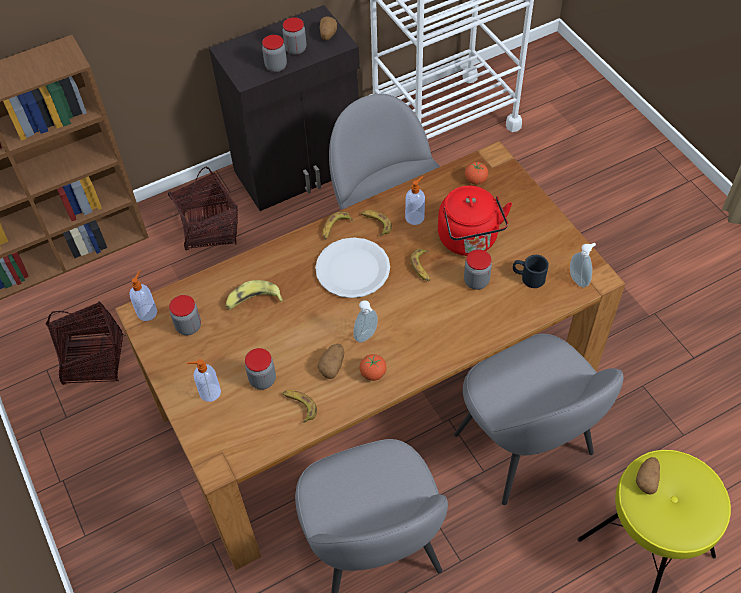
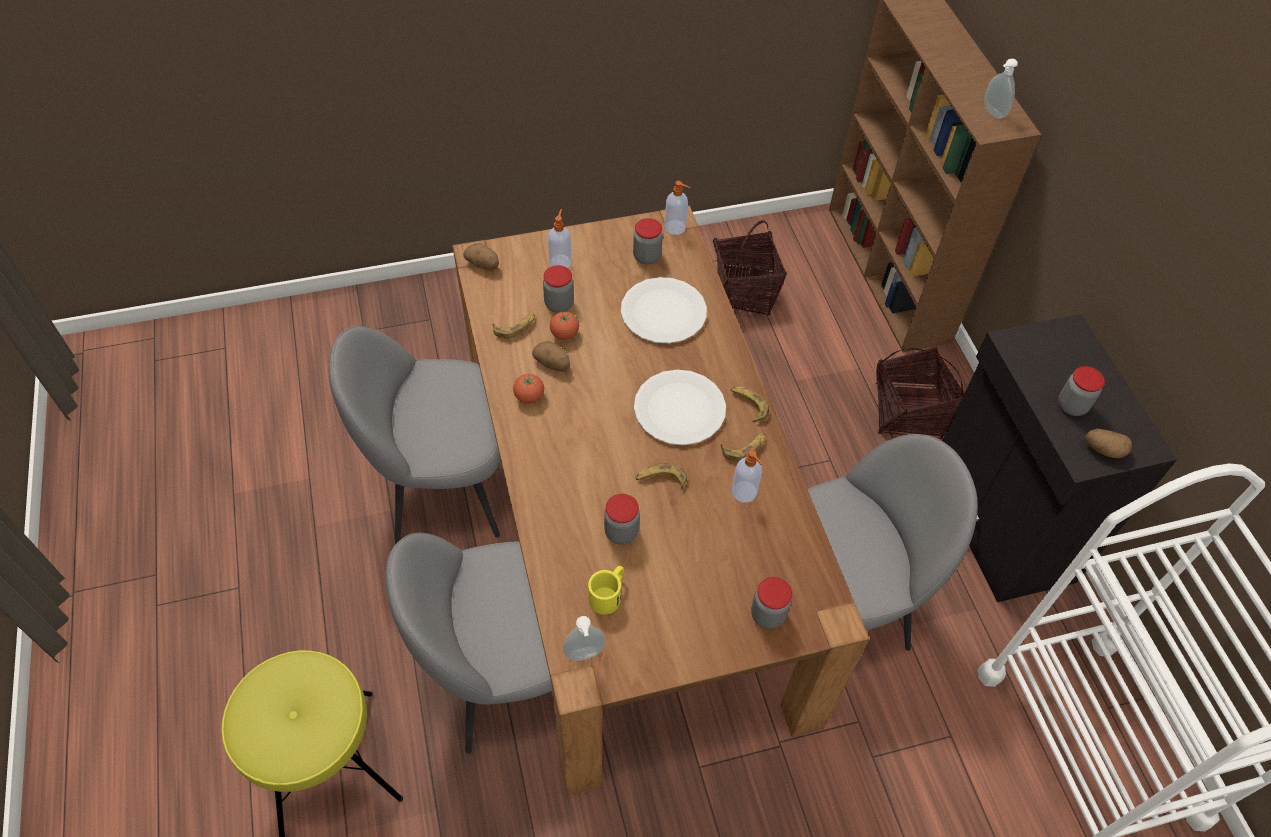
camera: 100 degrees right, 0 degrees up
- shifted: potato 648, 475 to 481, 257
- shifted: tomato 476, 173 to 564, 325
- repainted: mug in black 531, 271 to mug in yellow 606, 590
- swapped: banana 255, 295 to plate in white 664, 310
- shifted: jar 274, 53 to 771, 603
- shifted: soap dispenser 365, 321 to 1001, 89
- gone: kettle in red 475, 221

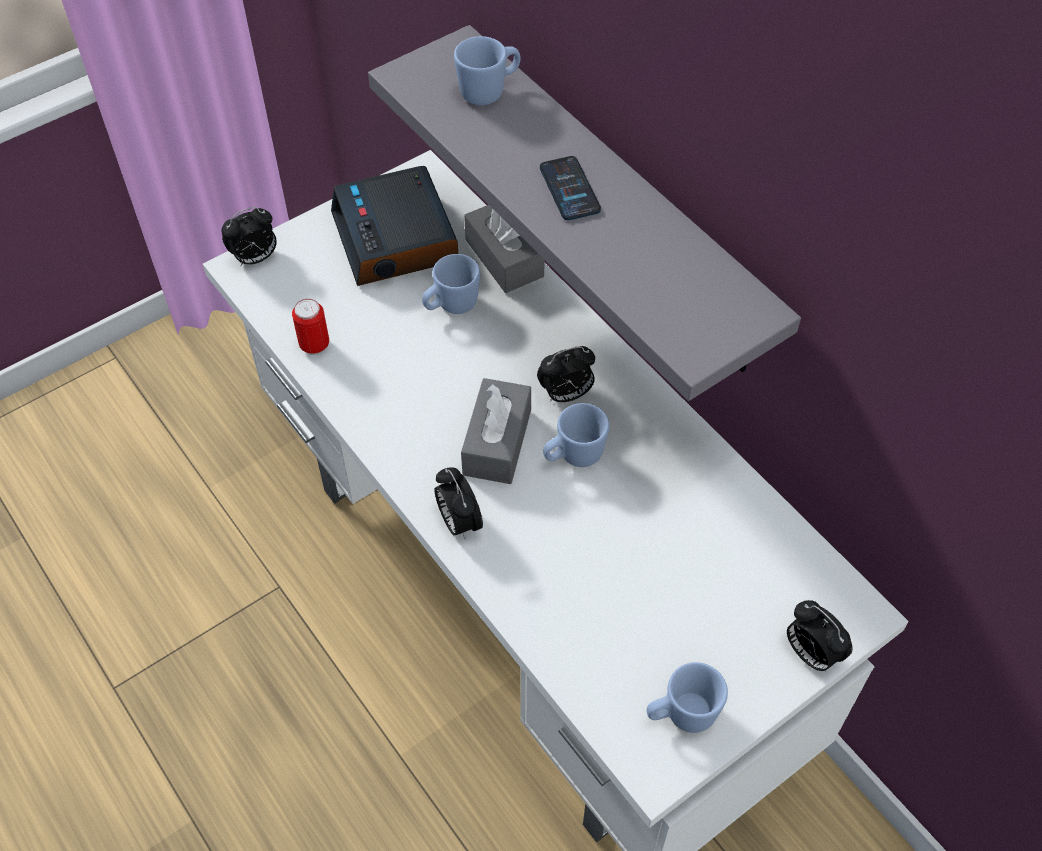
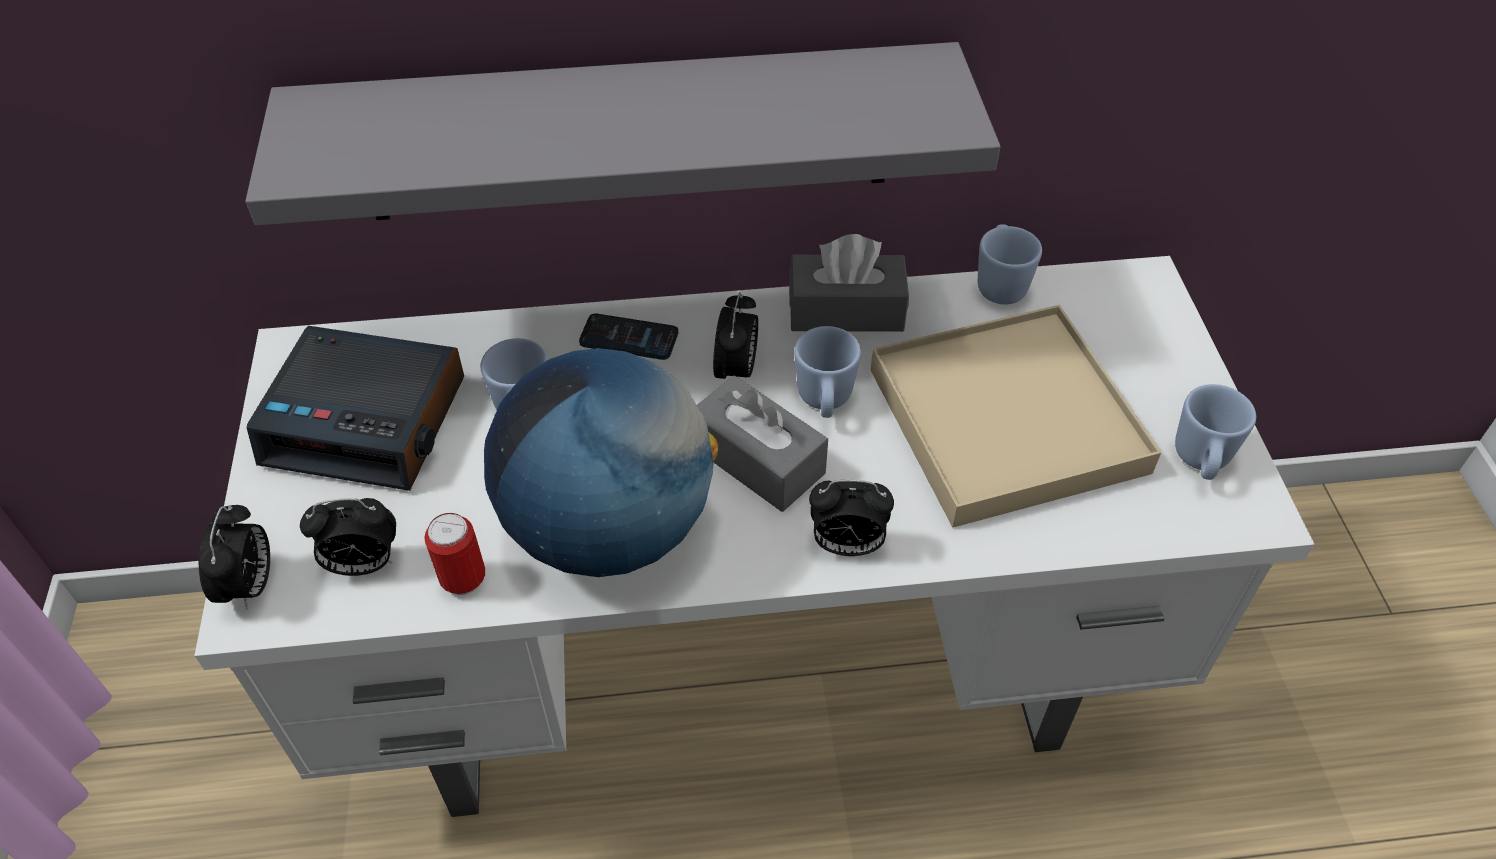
camera: 60 degrees left, 5 degrees down
- shifted: alarm clock 819, 636 to 348, 537
- new: globe 601, 462
- shifted: phone 570, 188 to 628, 337
- shifted: tissue box in grey 504, 249 to 849, 283
- new: tray in beige 1016, 416
- shifted: mug in blue 487, 70 to 1010, 264

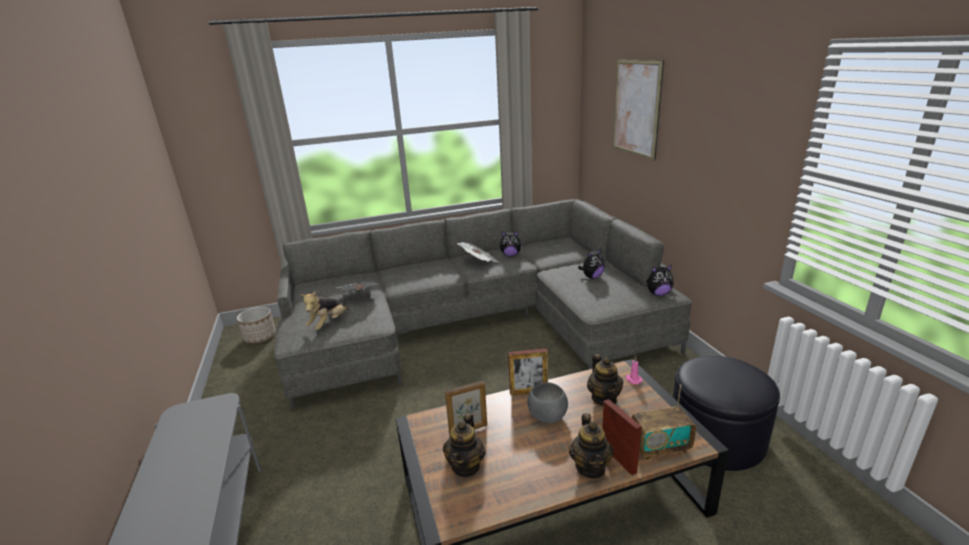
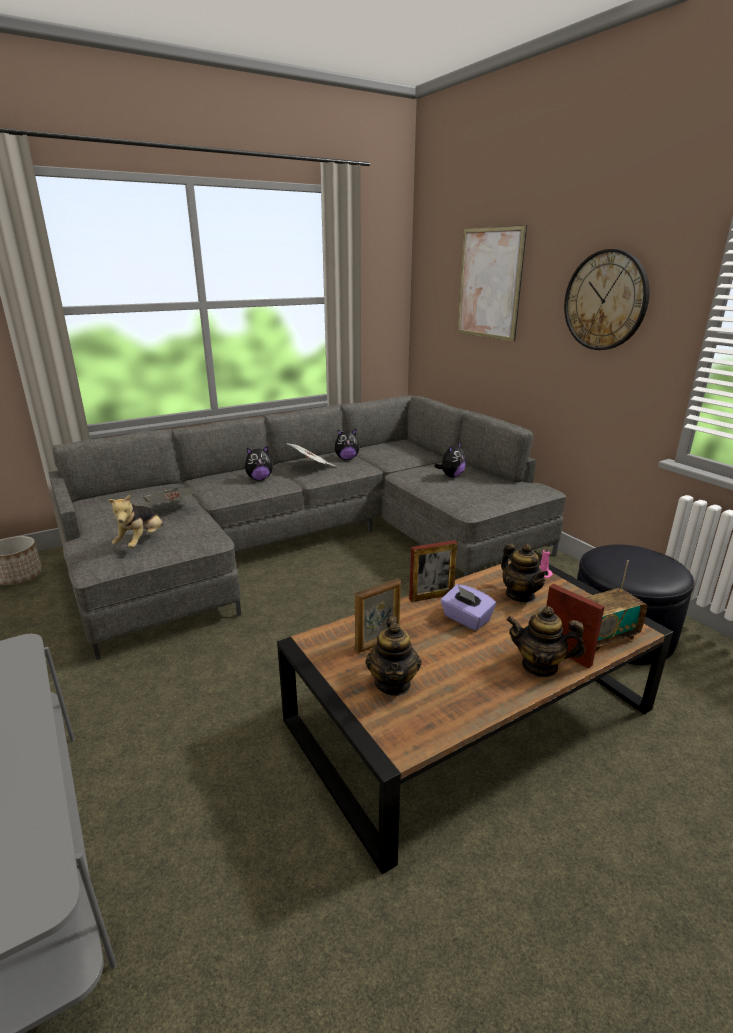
camera: 15 degrees left, 0 degrees up
- shifted: plush toy 659, 280 to 259, 462
- swapped: bowl in grey 548, 402 to tissue box in purple 468, 607
- rotated: teapot 591, 446 = 545, 642 120 degrees clockwise
- new: wall clock 606, 299

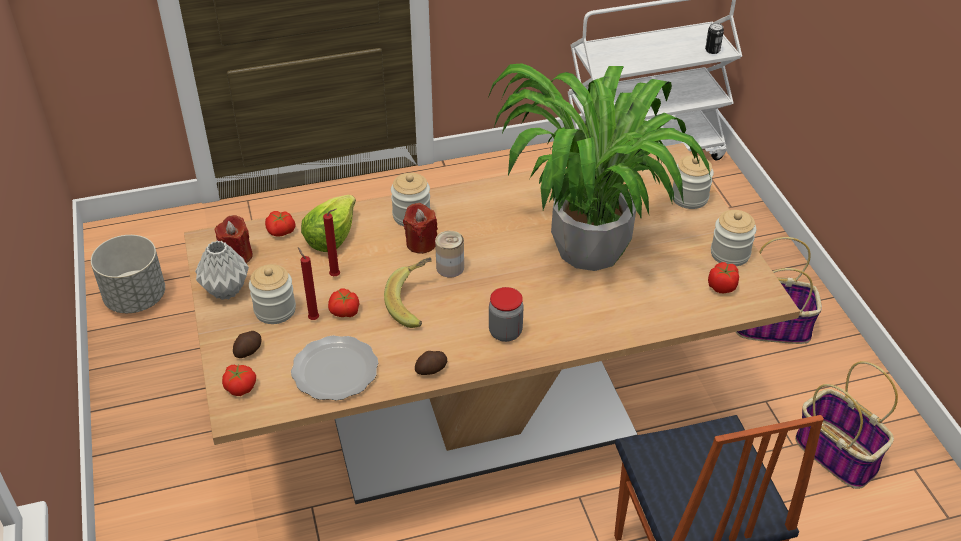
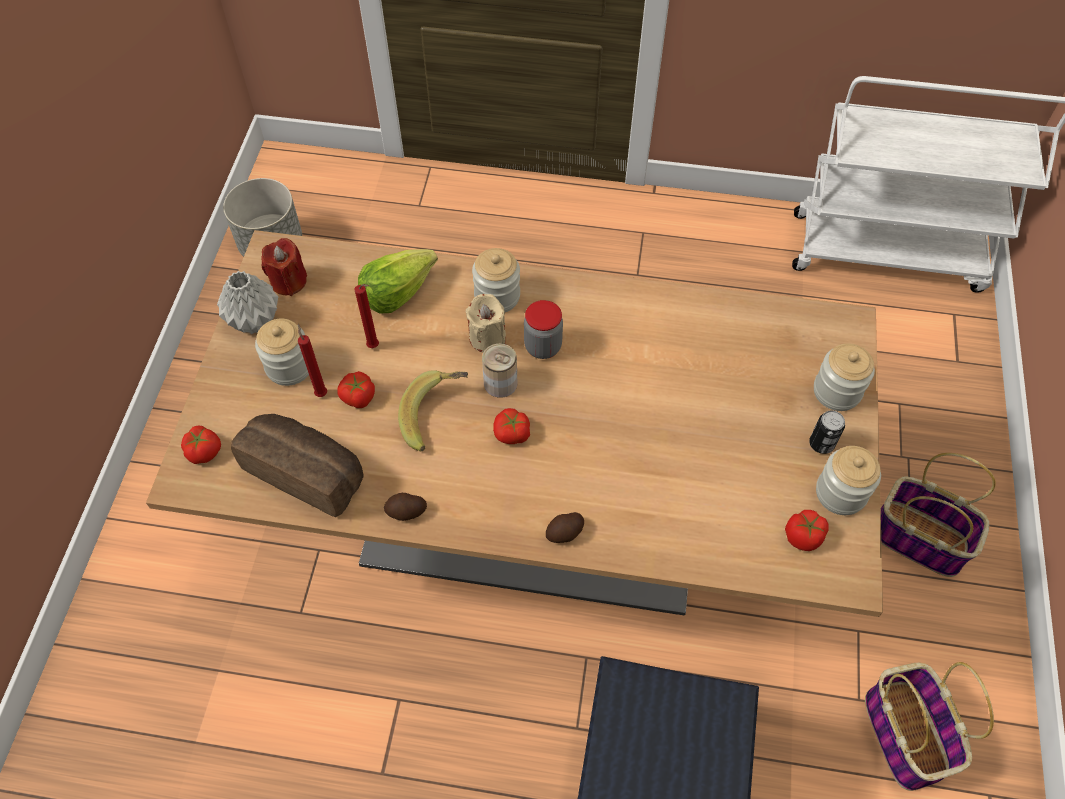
camera: 25 degrees right, 15 degrees up
- swapped: plate 334, 368 to bread 297, 465
- repainted: candle in red 420, 228 to candle in beige 485, 323
- shifted: tomato 280, 224 to 511, 426
- shifted: jar 506, 314 to 543, 329
- shifted: potato 247, 344 to 565, 527
- shifted: can 714, 38 to 827, 432
- gone: potted plant 599, 167

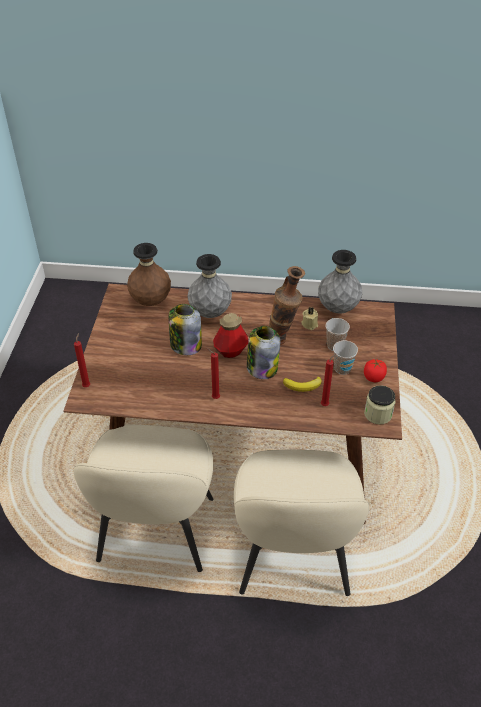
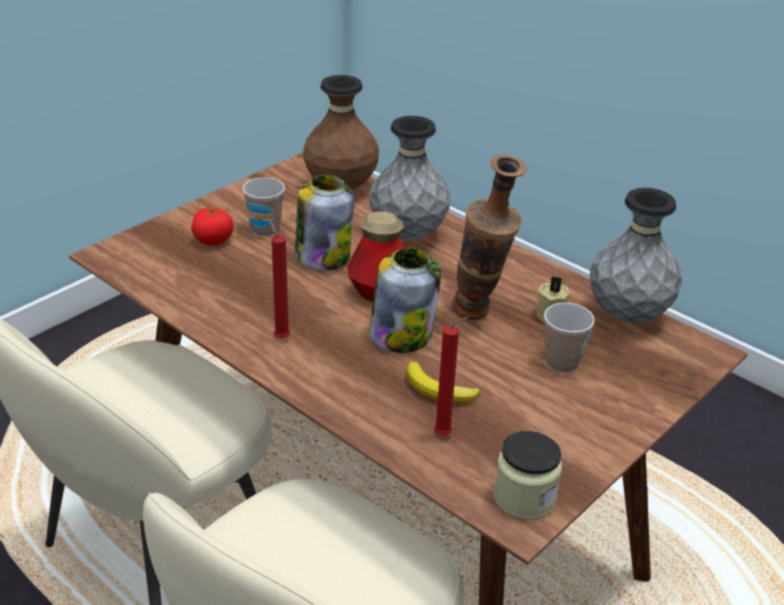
camera: 35 degrees right, 10 degrees down
- shifted: tomato 375, 370 to 212, 226
- shifted: cup 345, 357 to 263, 207
- gone: candle in red 82, 360

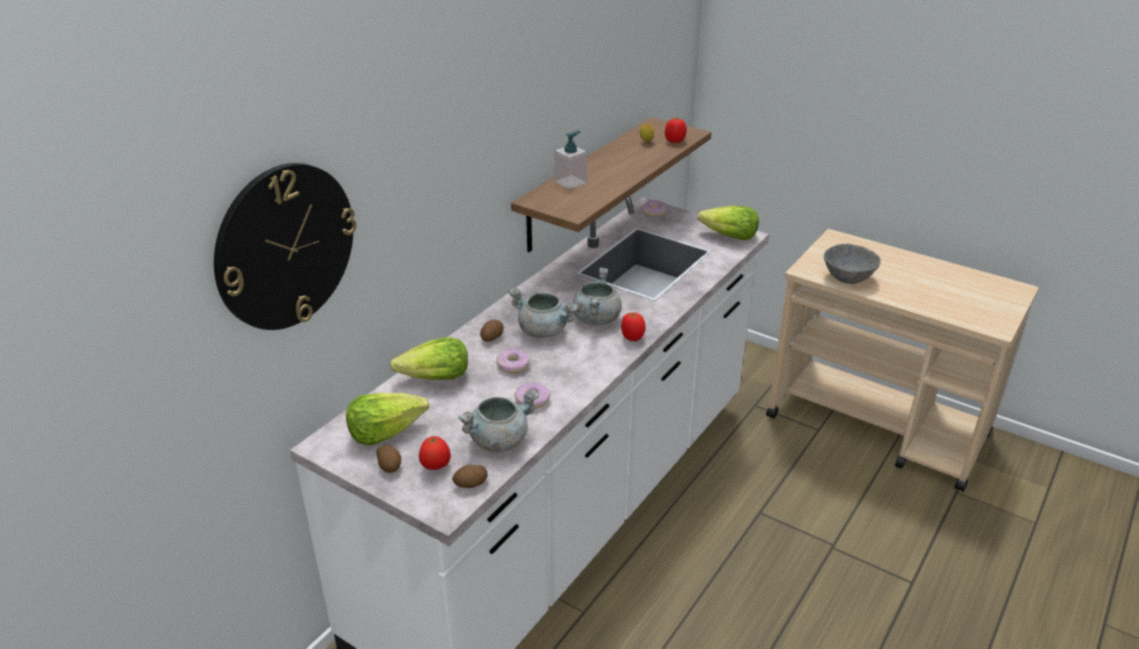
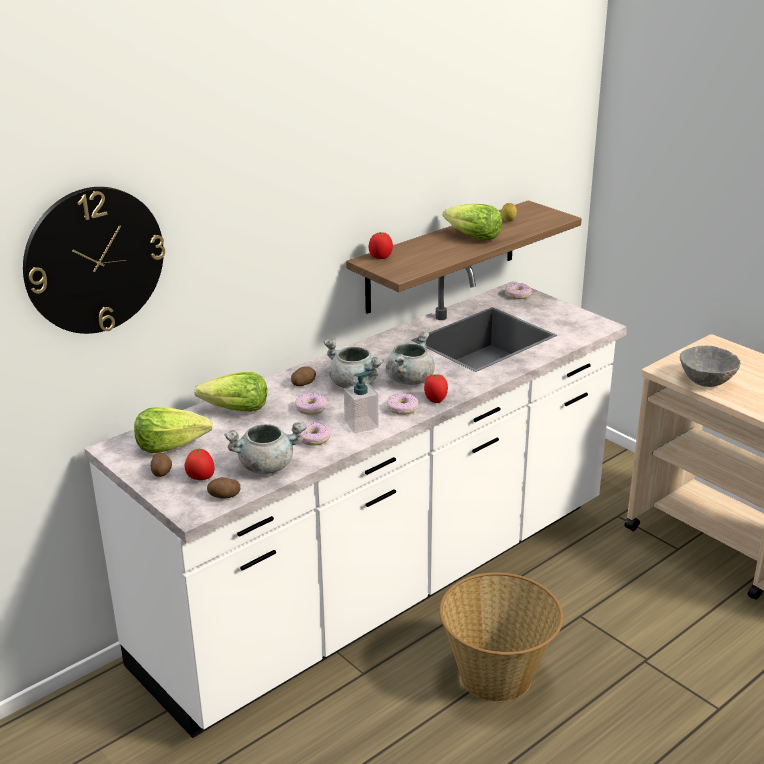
camera: 15 degrees right, 5 degrees down
- shifted: soap dispenser 570, 160 to 361, 402
- shifted: tomato 676, 130 to 381, 245
- new: donut 402, 404
- new: basket 501, 637
- shifted: lettuce 728, 222 to 472, 222

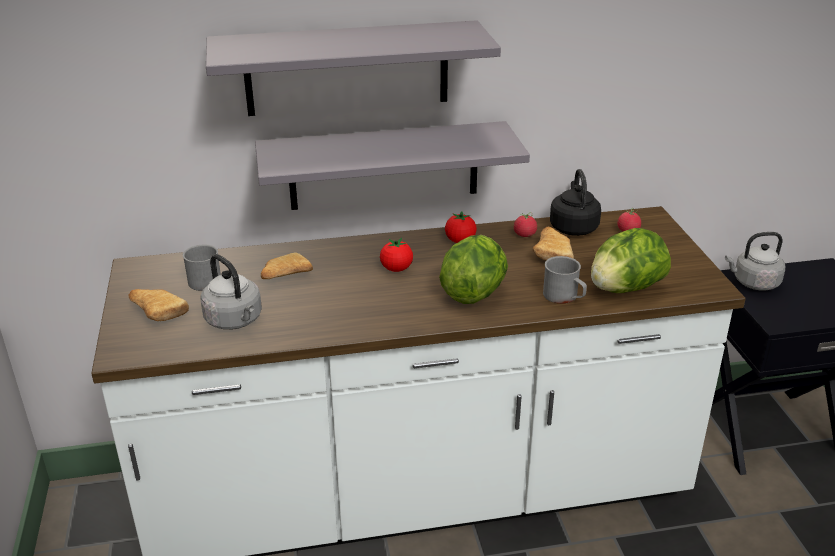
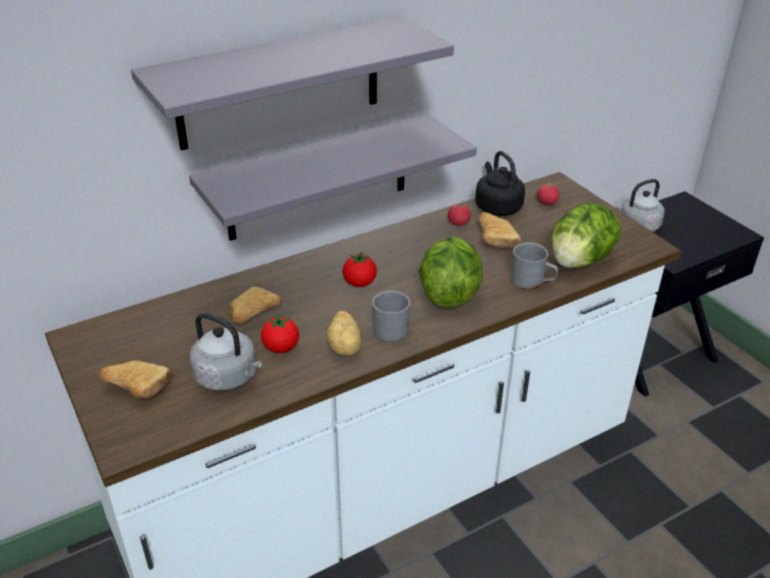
camera: 20 degrees left, 5 degrees up
- shifted: tomato 461, 227 to 280, 333
- new: potato 343, 333
- shifted: mug in grey 202, 268 to 391, 316

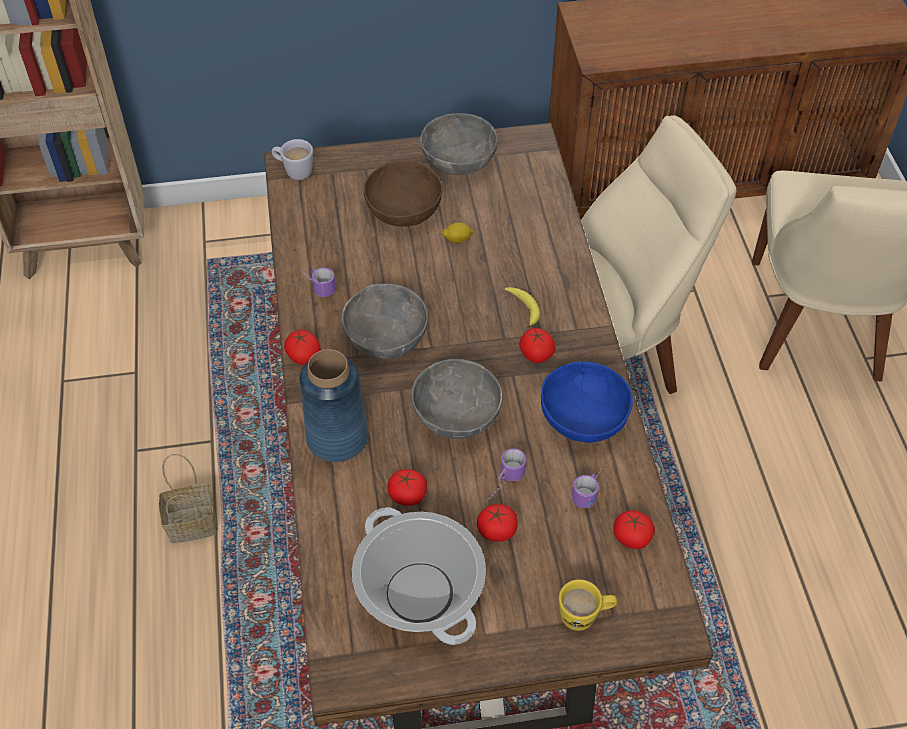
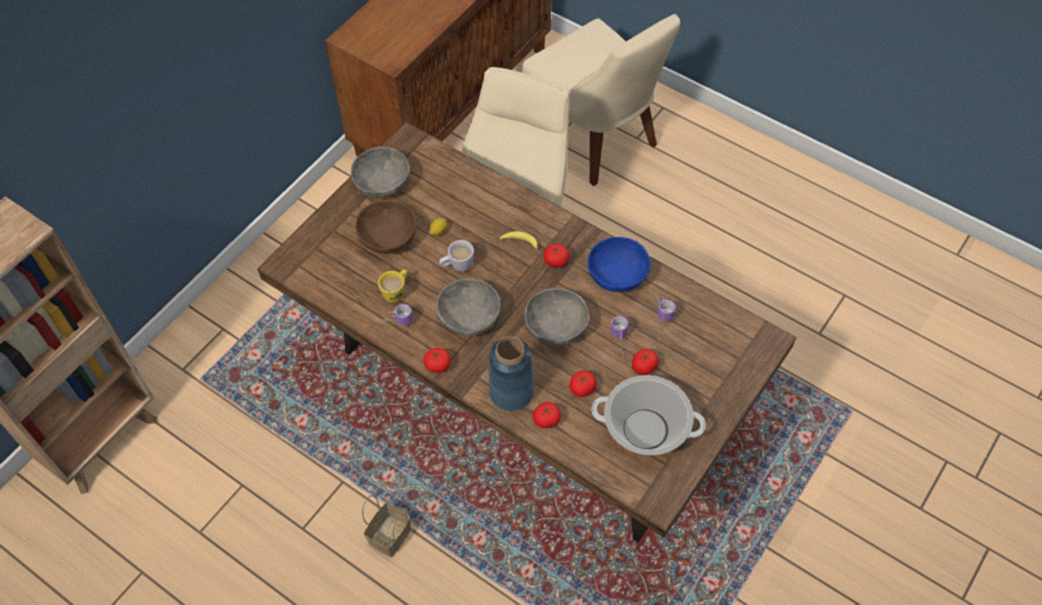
camera: 45 degrees left, 5 degrees up
- shifted: mug in yellow 587, 605 to 393, 286
- shifted: mug in white 292, 159 to 456, 256
- shifted: tomato 634, 529 to 547, 415

